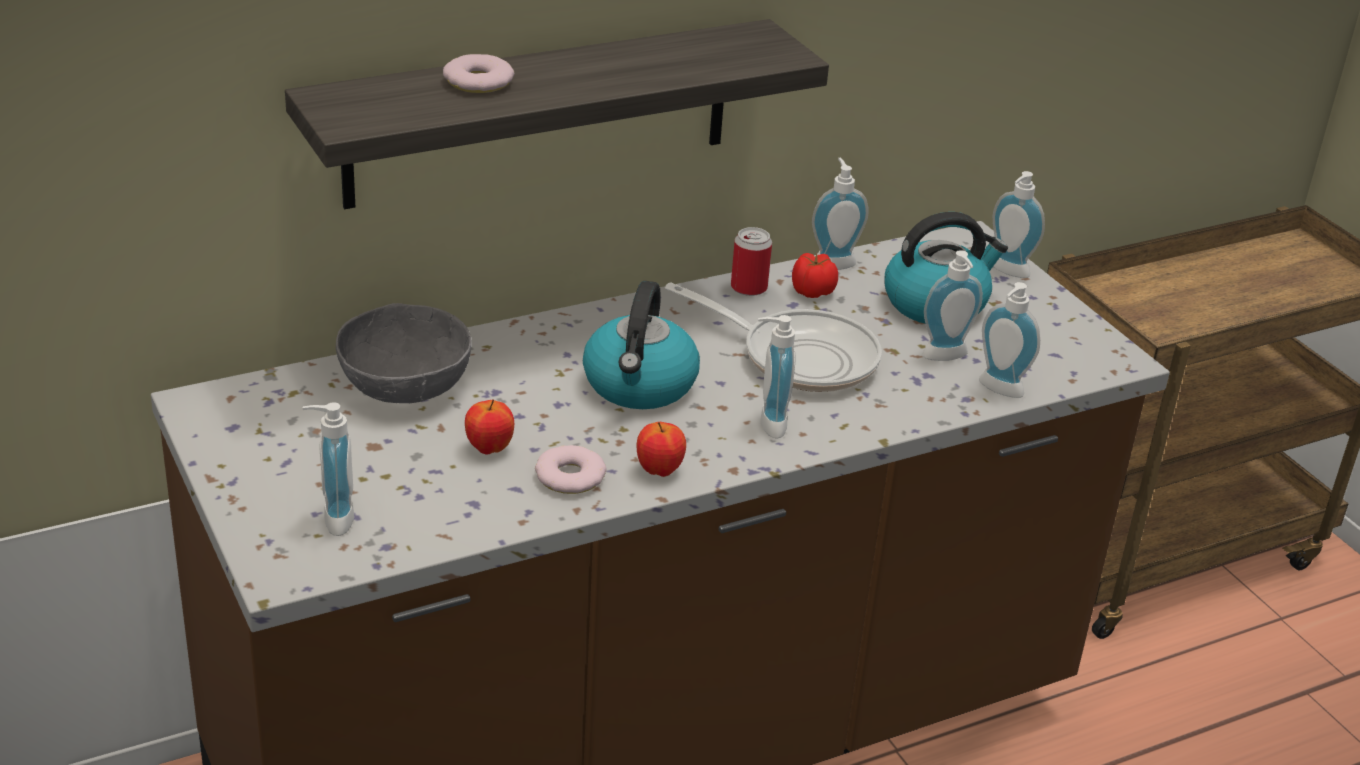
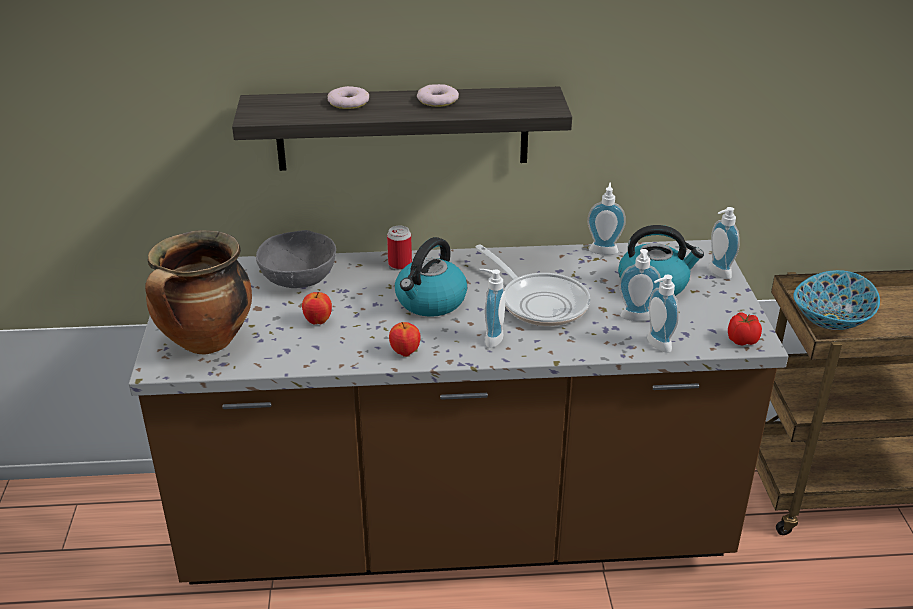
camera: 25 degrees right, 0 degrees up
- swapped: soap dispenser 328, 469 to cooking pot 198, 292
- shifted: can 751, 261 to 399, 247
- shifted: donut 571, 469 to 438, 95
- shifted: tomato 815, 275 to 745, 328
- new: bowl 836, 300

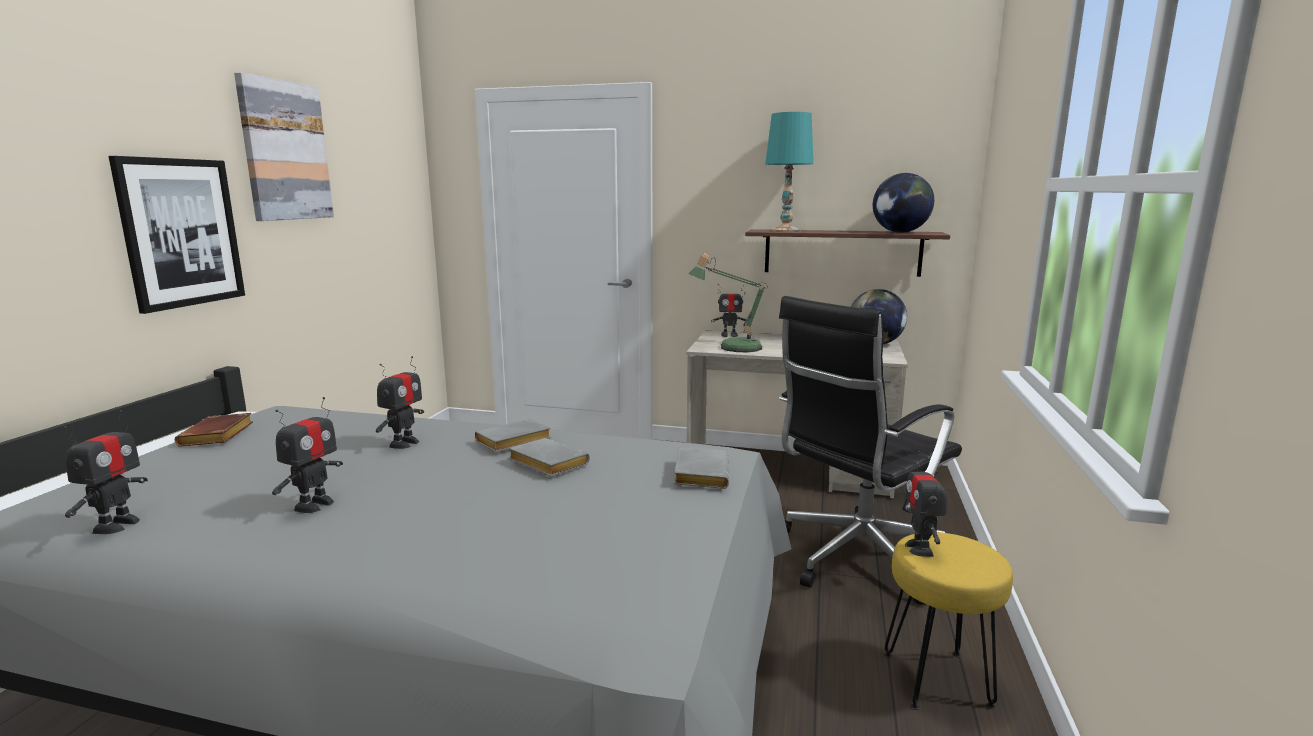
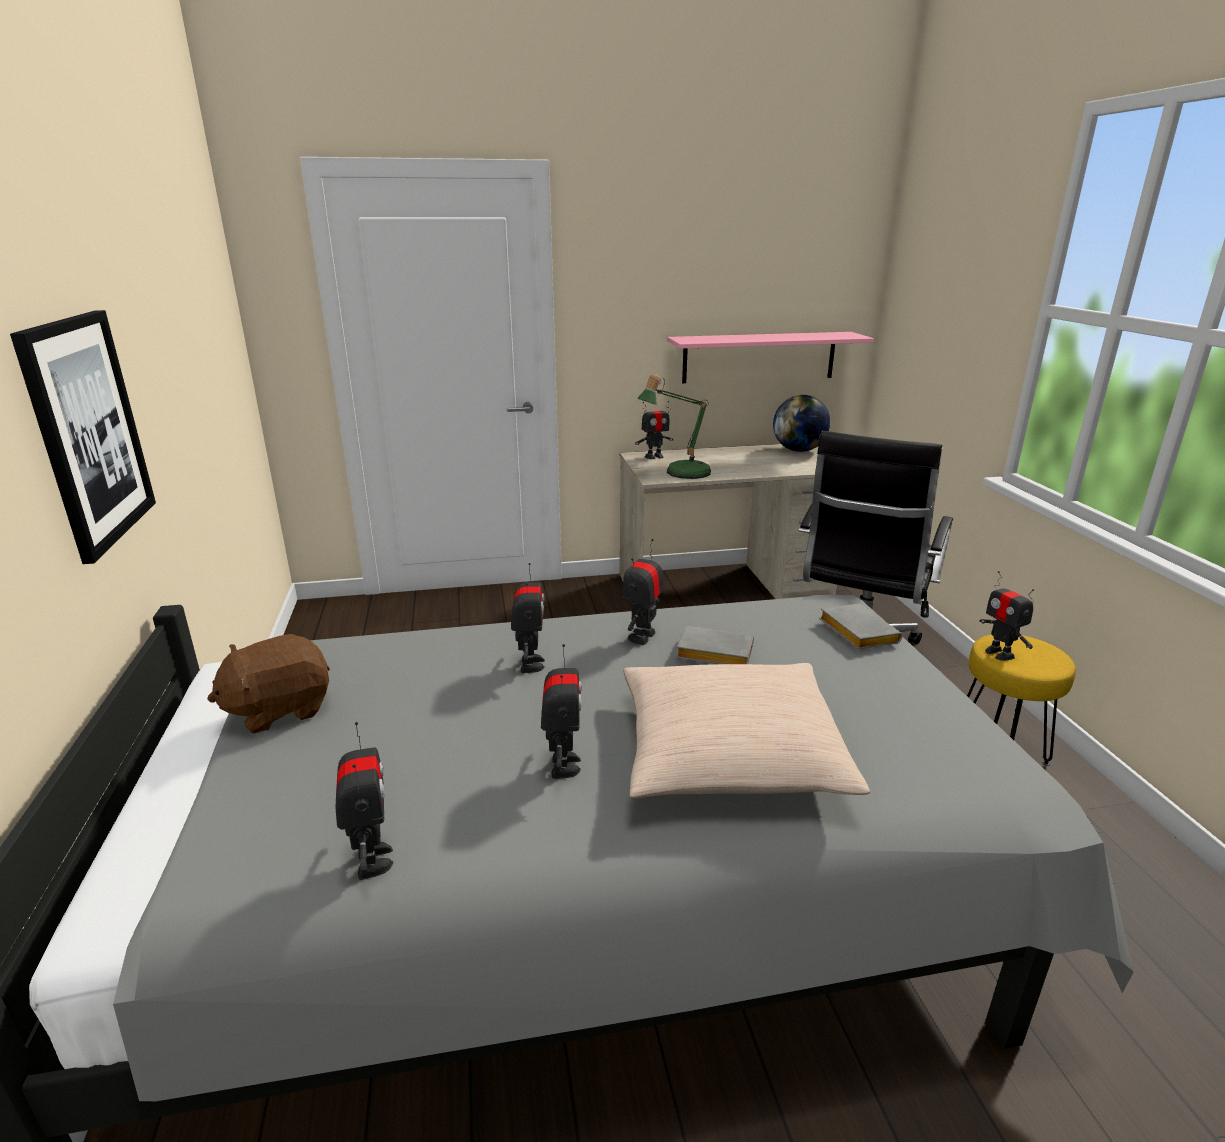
camera: 25 degrees left, 10 degrees up
- swapped: book in brown 214, 430 to plush toy in brown 268, 684
- swapped: book in grey 513, 435 to toy robot 643, 592
- new: pillow in beige 746, 730
- repainted: shelf in brown 847, 253 to shelf in pink 770, 357
- gone: picture 284, 146
- gone: table lamp in turquoise 789, 172
- gone: globe 903, 203

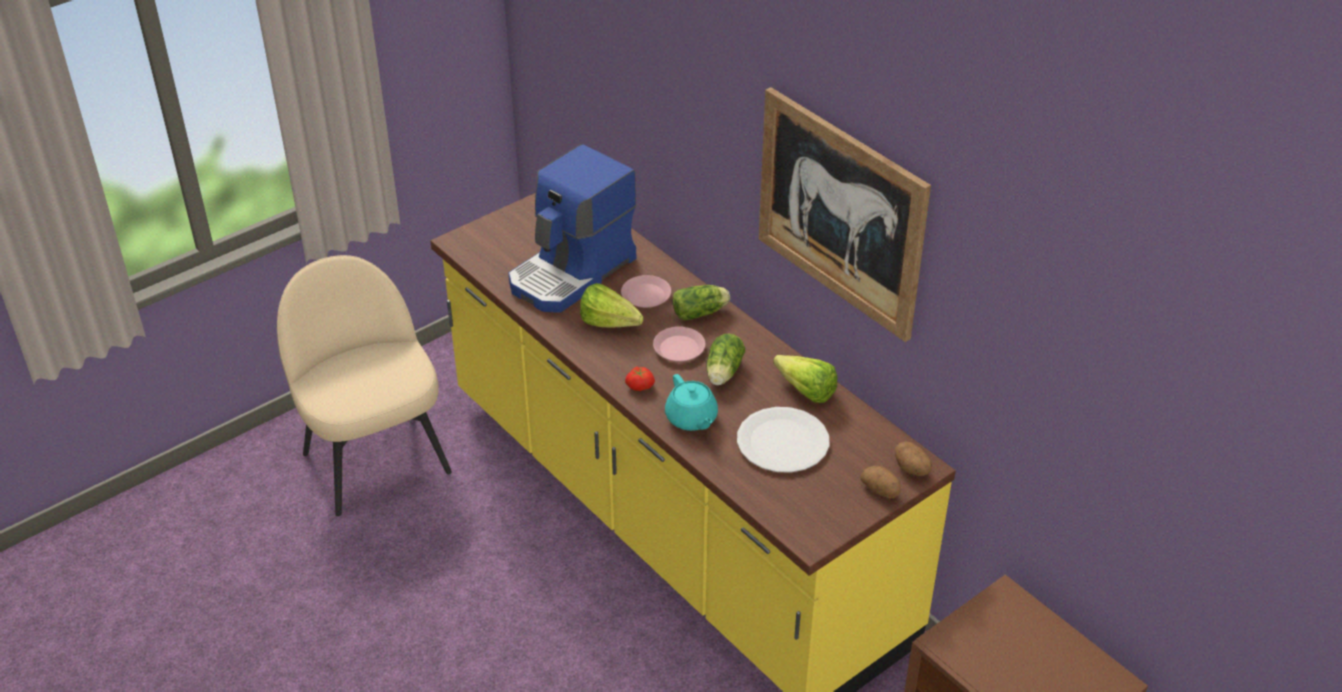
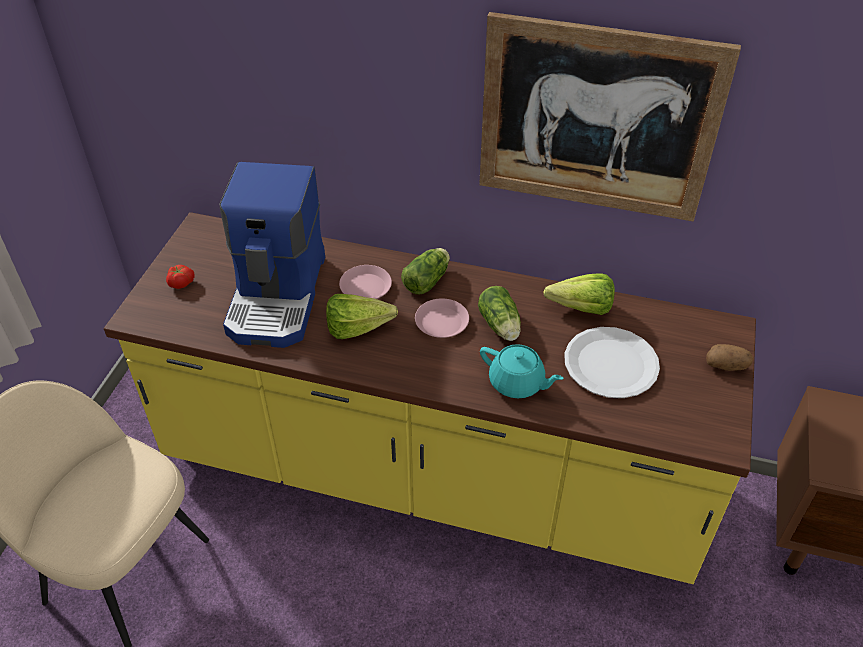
camera: 35 degrees left, 5 degrees up
- shifted: tomato 640, 379 to 180, 277
- gone: potato 913, 459

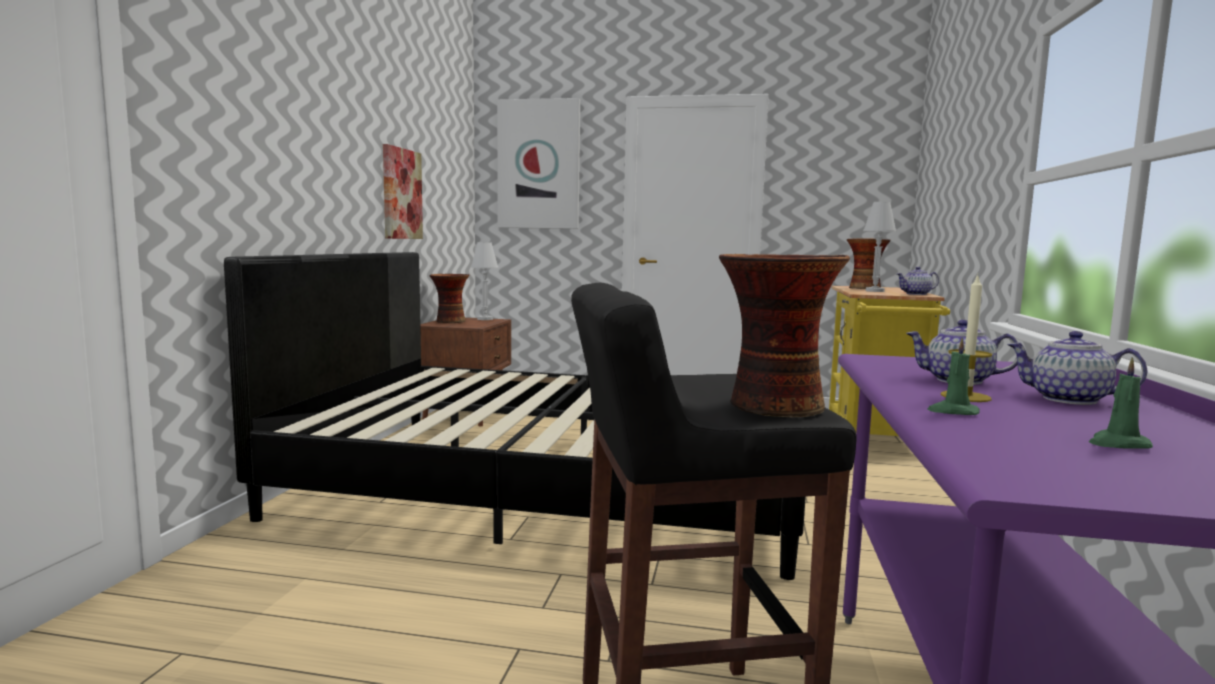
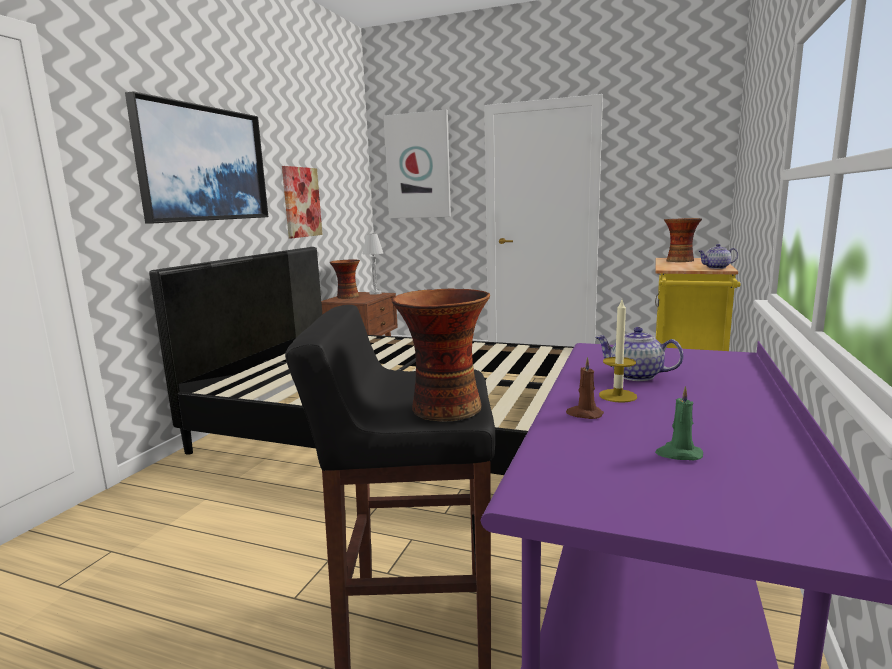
camera: 10 degrees right, 5 degrees up
- new: picture 196, 157
- repainted: candle in green 954, 376 to candle in brown 585, 388
- gone: table lamp in white 879, 247
- gone: teapot 1077, 368

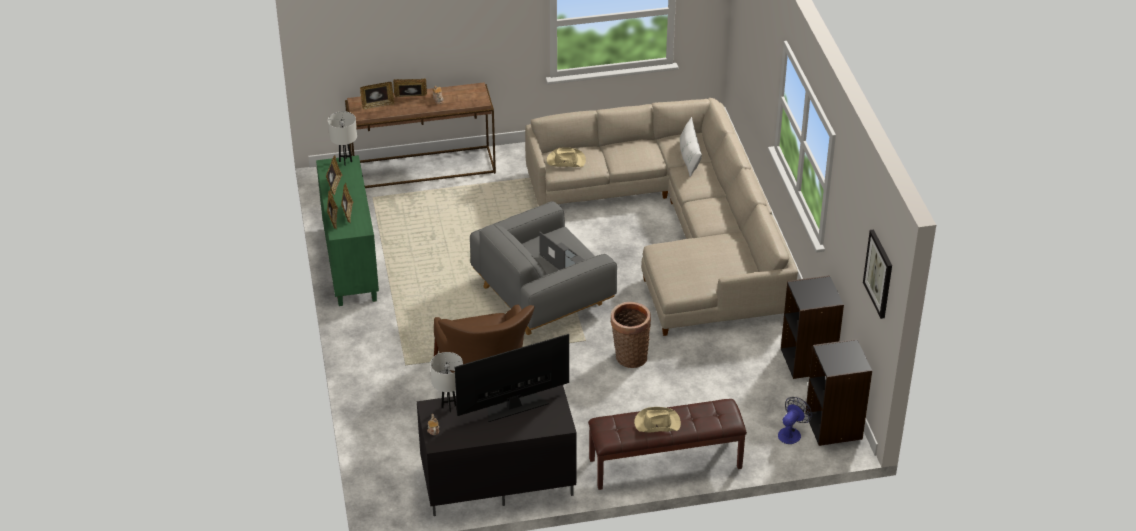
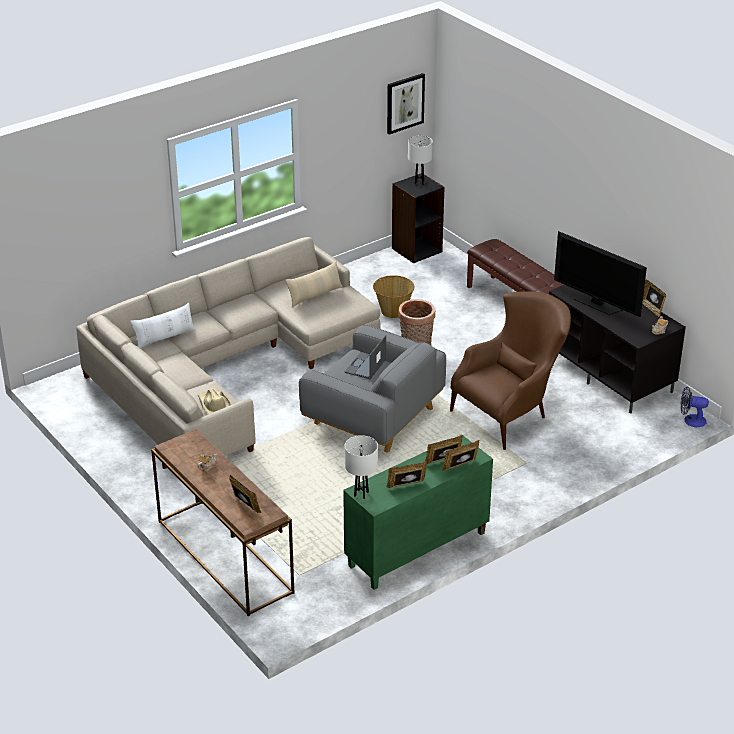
camera: 115 degrees left, 5 degrees down
- new: pillow in beige 314, 284
- new: basket 393, 296
- shifted: table lamp in white 446, 382 to 420, 160
- shifted: picture frame 410, 88 to 654, 298
- shifted: fan 795, 420 to 695, 407
- gone: hat in beige 657, 420
- gone: bookcase in black 812, 327

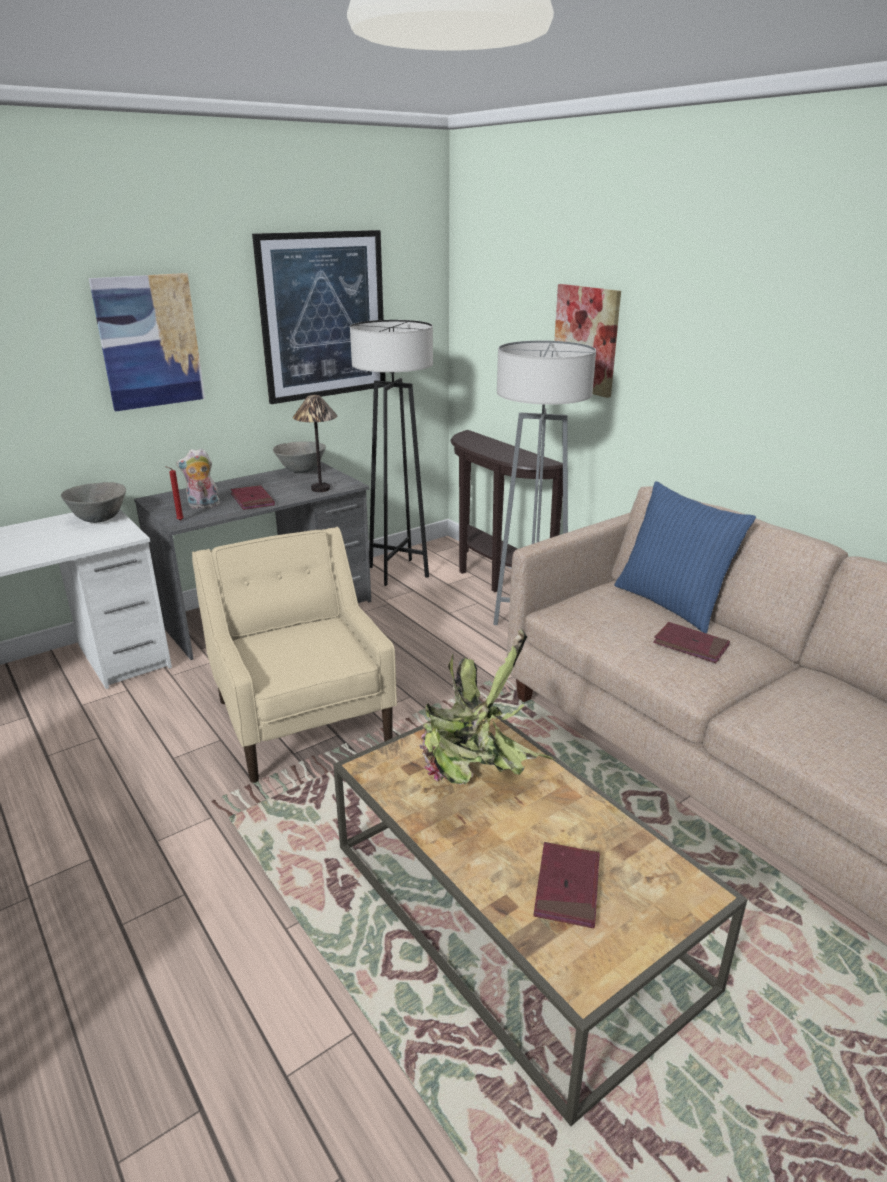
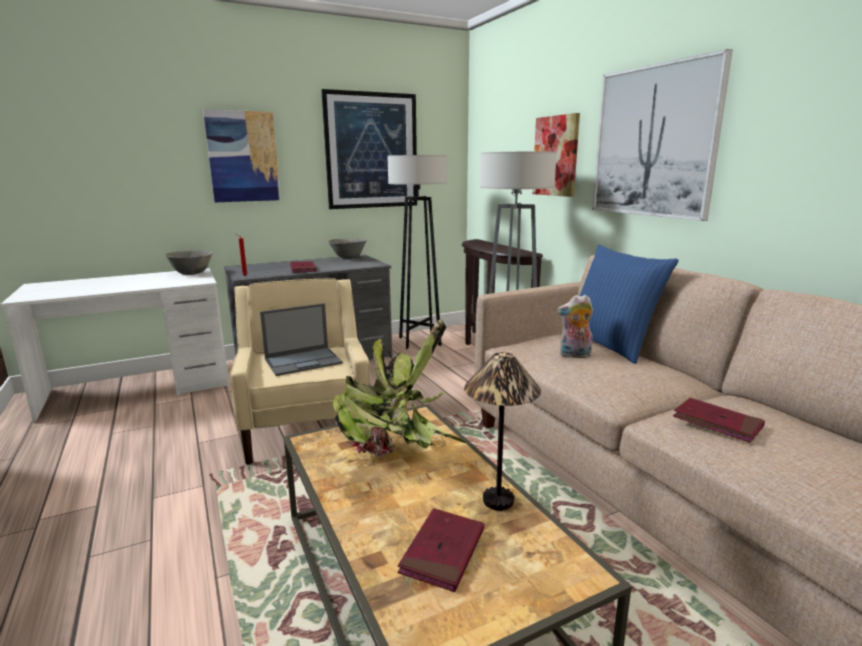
camera: 10 degrees right, 10 degrees down
- new: laptop 301, 339
- shifted: table lamp 315, 443 to 502, 431
- shifted: plush toy 198, 478 to 575, 326
- new: picture 662, 135
- shifted: book in red 691, 642 to 719, 420

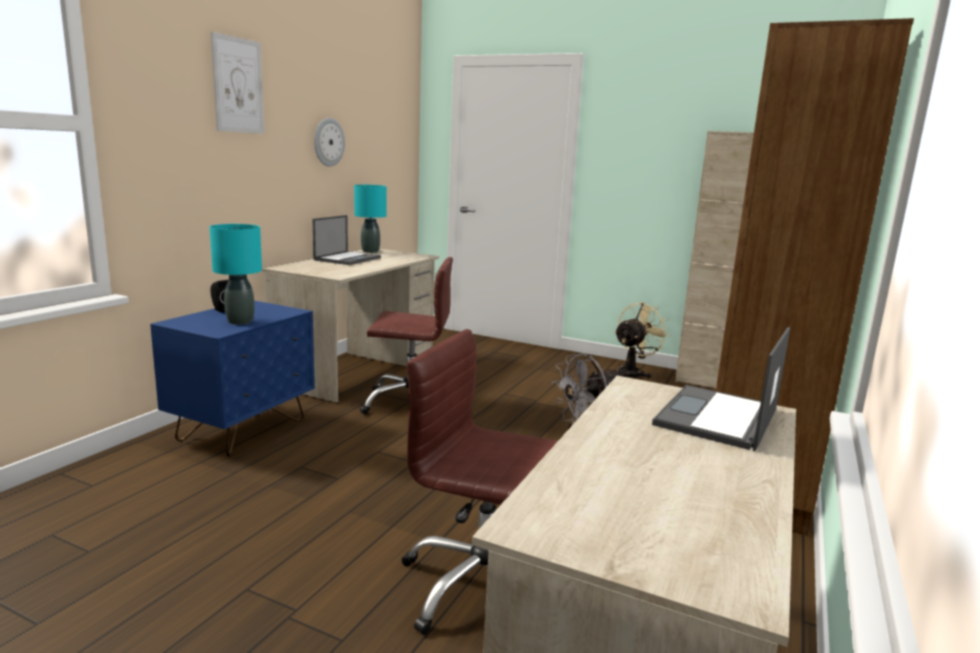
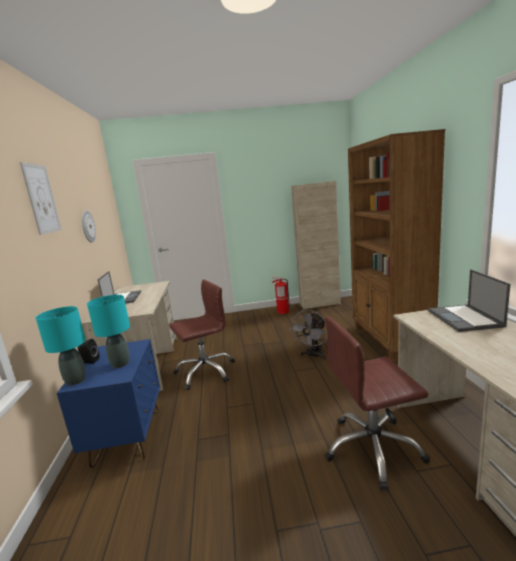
camera: 30 degrees left, 0 degrees up
- shifted: table lamp in turquoise 370, 219 to 61, 346
- swapped: fan in beige 642, 340 to fire extinguisher 281, 295

